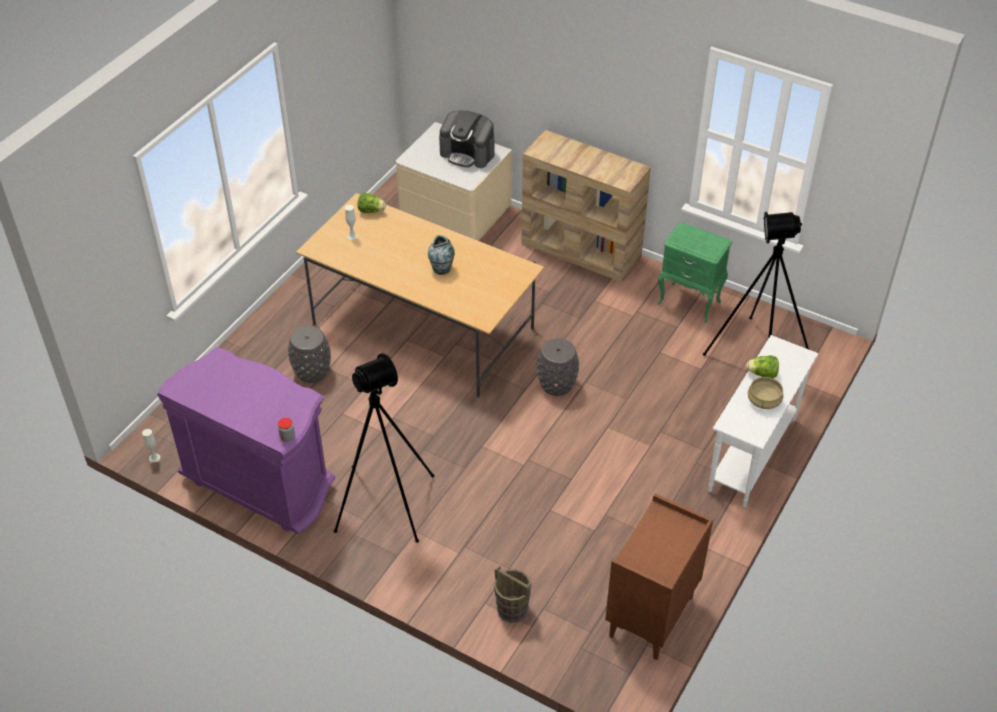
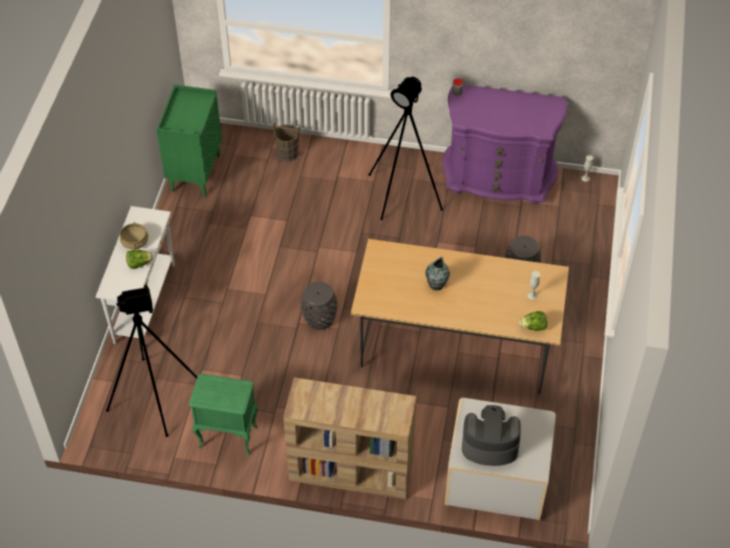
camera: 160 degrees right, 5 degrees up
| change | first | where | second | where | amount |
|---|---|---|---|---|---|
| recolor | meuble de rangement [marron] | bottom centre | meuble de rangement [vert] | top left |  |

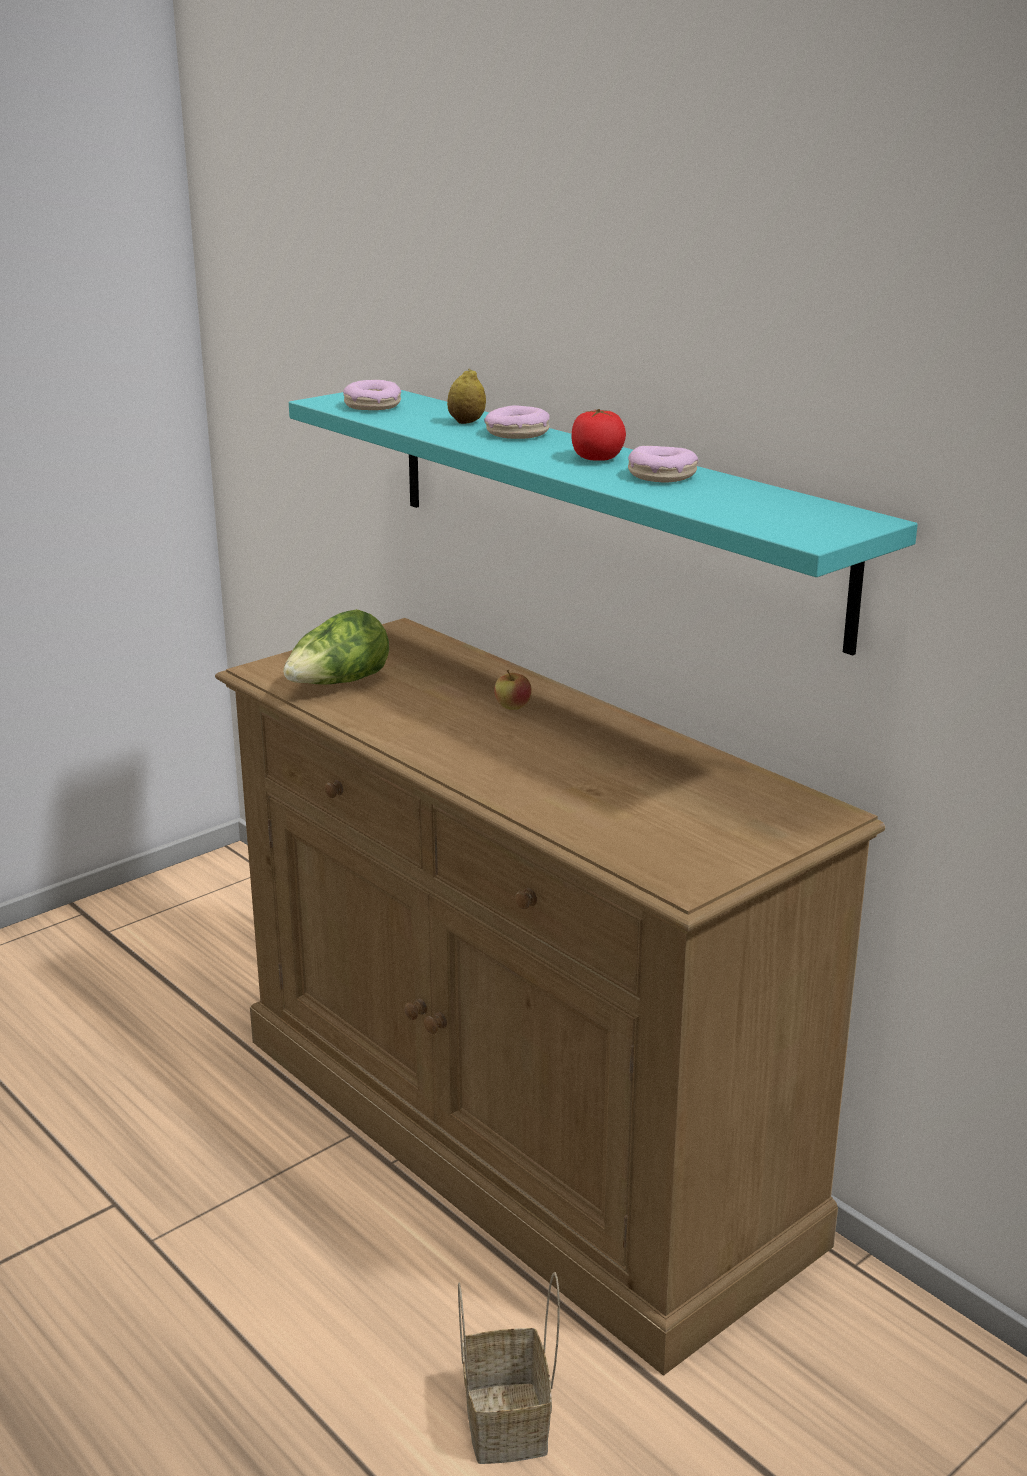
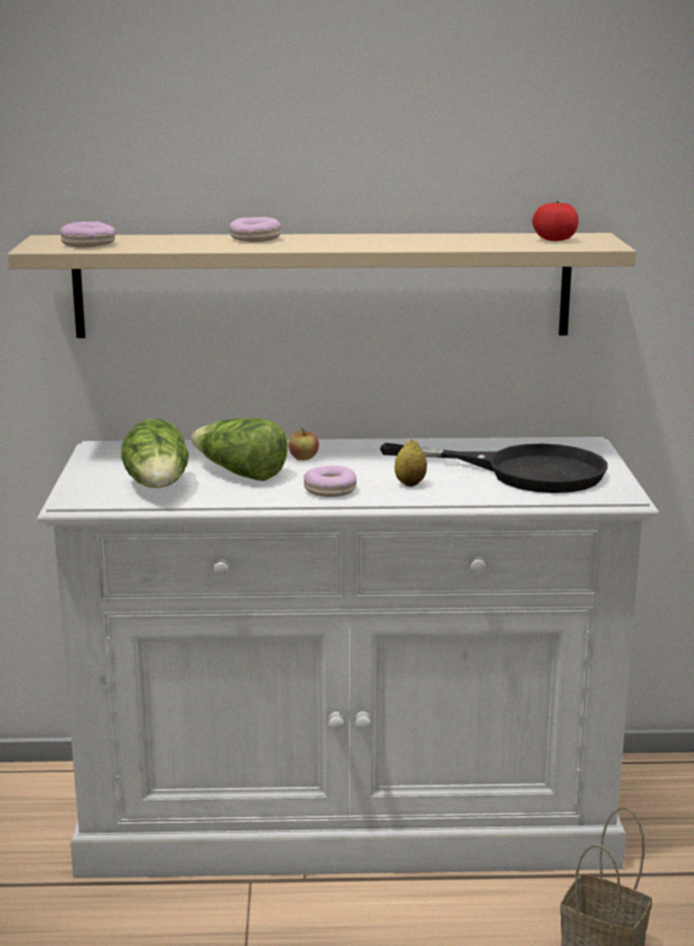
camera: 50 degrees left, 5 degrees down
| change | first | where | second | where | amount |
|---|---|---|---|---|---|
| recolor | meuble de rangement [marron] | bottom centre | meuble de rangement [blanc] | bottom centre |  |
| recolor | étagère [turquoise] | centre | étagère [beige] | top centre |  |
| move | citron | top centre |  | centre |  |
| move | tomate | top centre |  | top right |  |
| move | beignet (3rd from left) | top centre |  | centre |  |
| insert |  |  | laitue (2nd from left) | centre |  |
| insert |  |  | poêle [noir] | middle right |  |

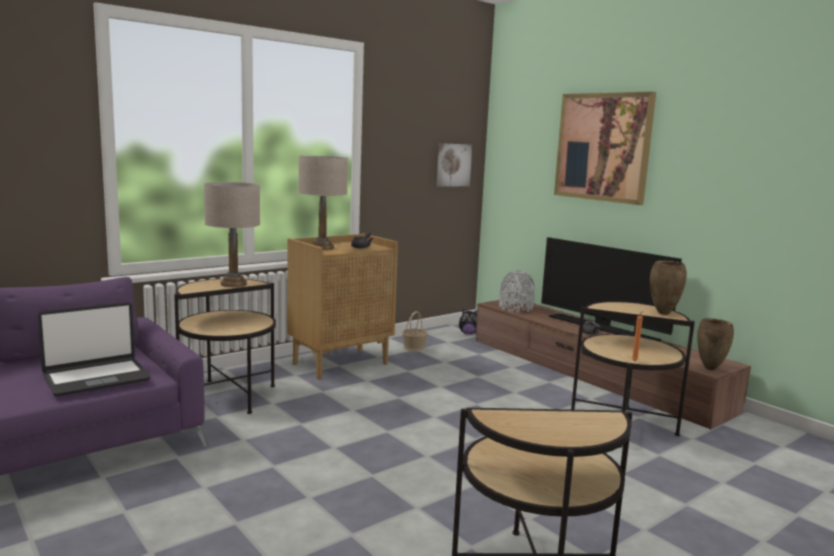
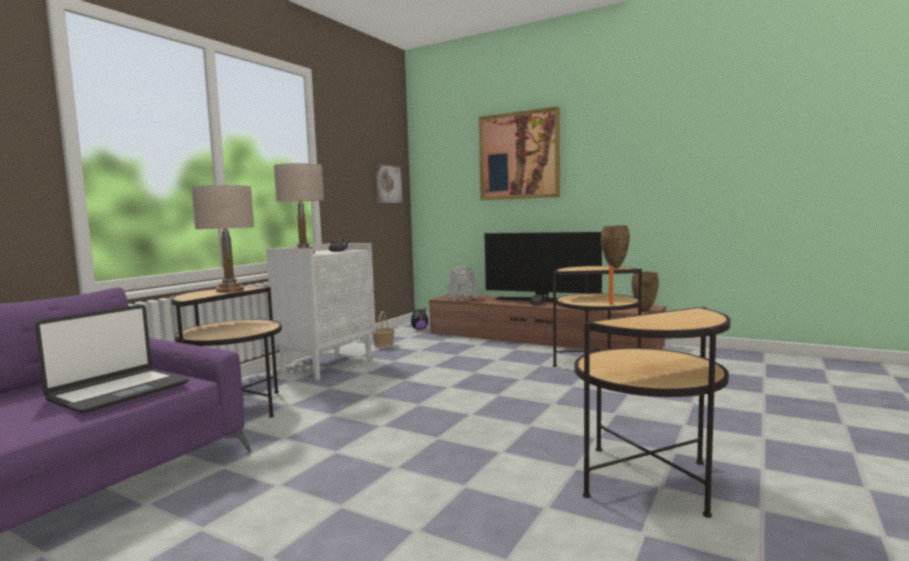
camera: 20 degrees left, 5 degrees down
| change | first | where | second | where | amount |
|---|---|---|---|---|---|
| recolor | meuble de rangement [marron] | centre | meuble de rangement [blanc] | centre |  |

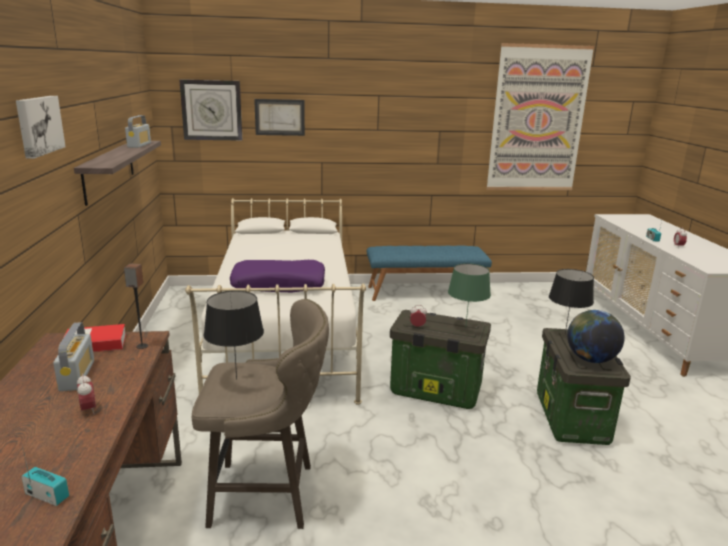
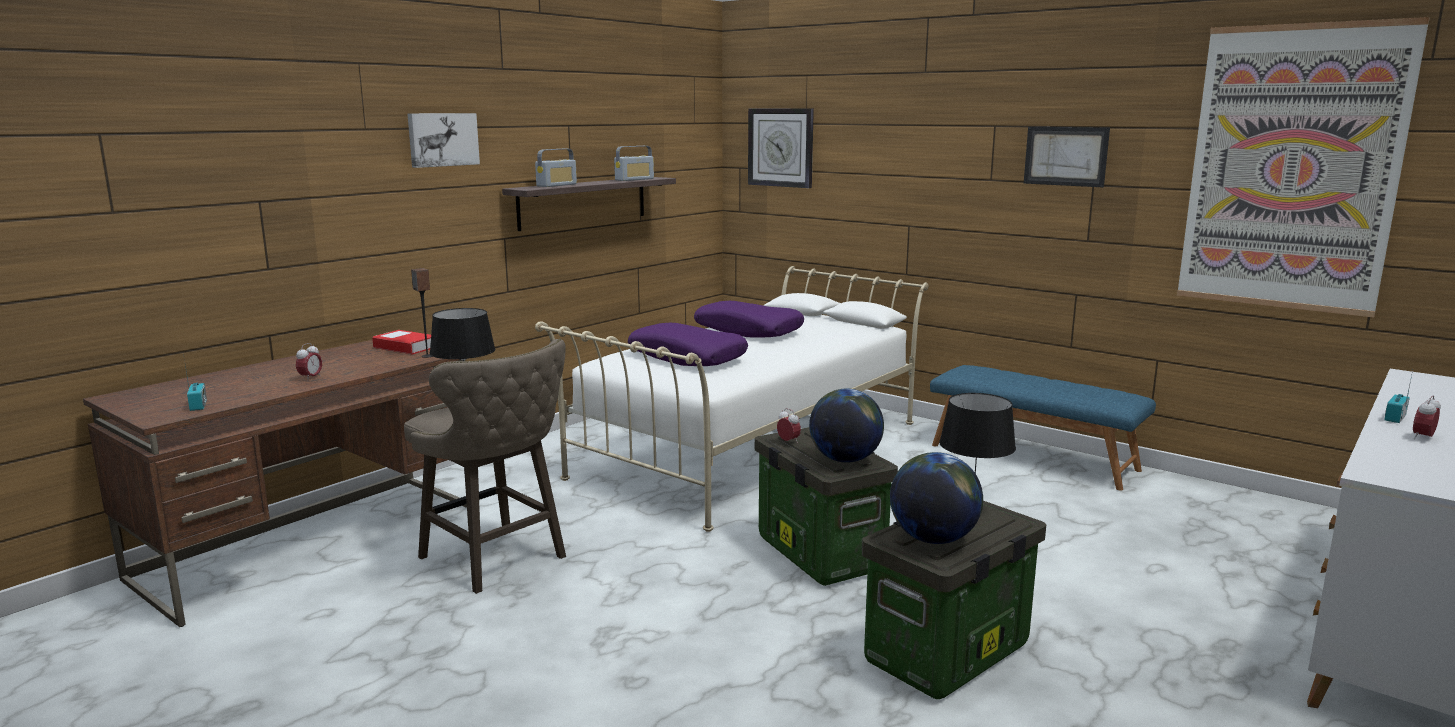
camera: 45 degrees right, 5 degrees down
| change | first | where | second | where | amount |
|---|---|---|---|---|---|
| move | radio (2nd from left) | middle left |  | top centre |  |
| move | tableau (2nd from left) | top centre |  | top right |  |
| replace | lampe de table [vert] | centre | globe (1st from left) | centre |  |
| insert |  |  | coussin [violet] (2nd from left) | centre |  |

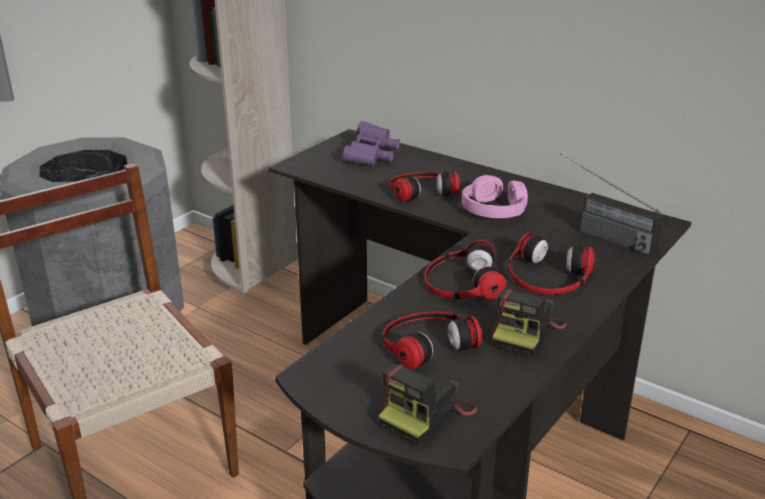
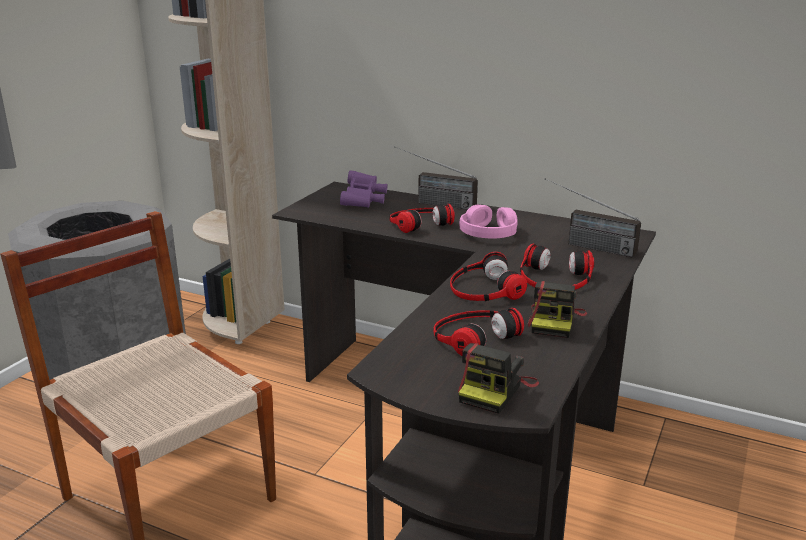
camera: 10 degrees left, 5 degrees down
| change | first | where | second | where | amount |
|---|---|---|---|---|---|
| insert |  |  | radio (1st from left) | top centre |  |

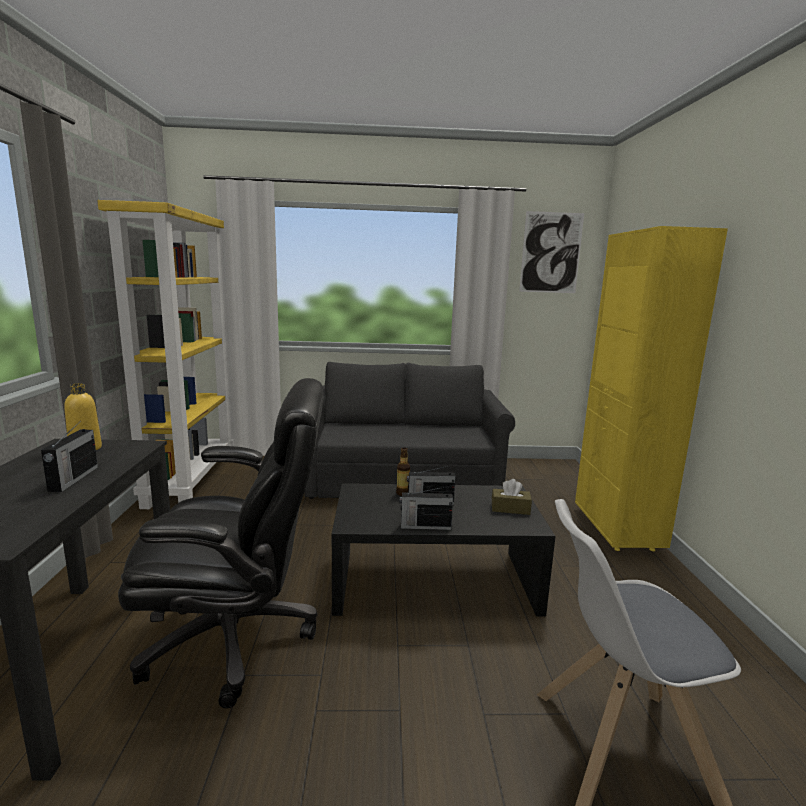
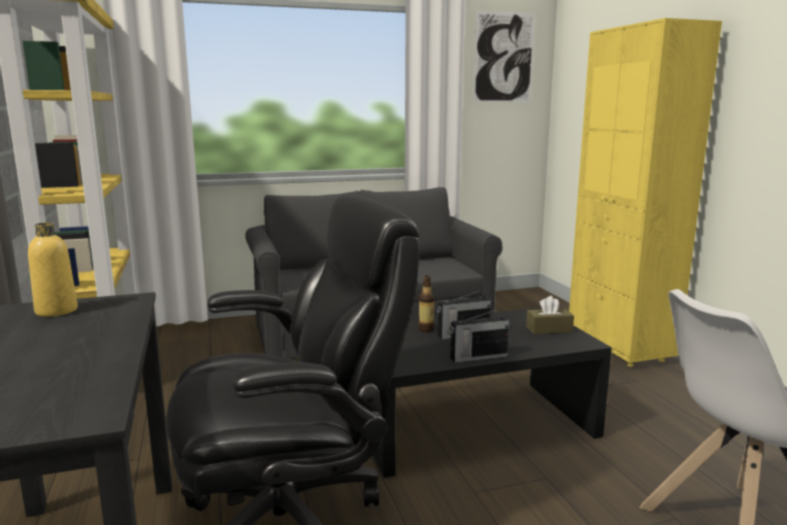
camera: 15 degrees left, 0 degrees up
| change | first | where | second | where | amount |
|---|---|---|---|---|---|
| delete | radio (1st from left) | middle left |  |  |  |

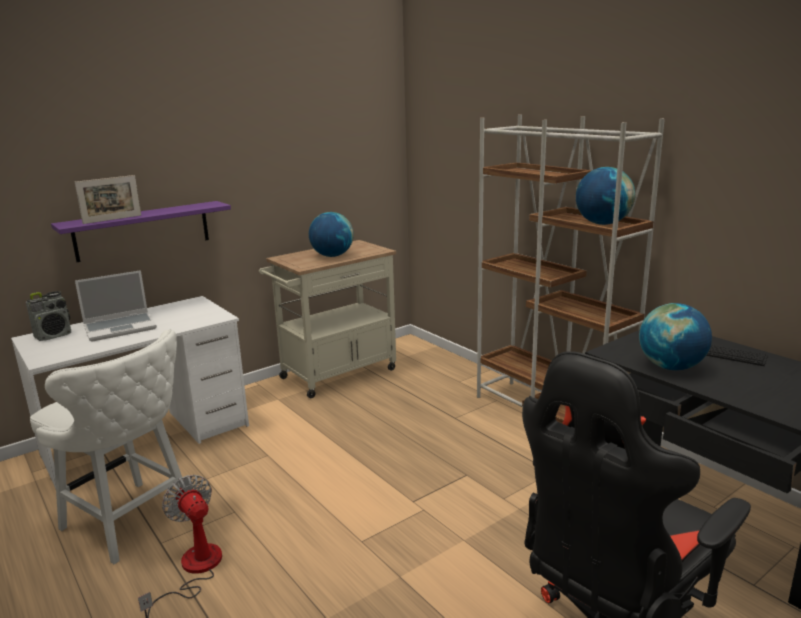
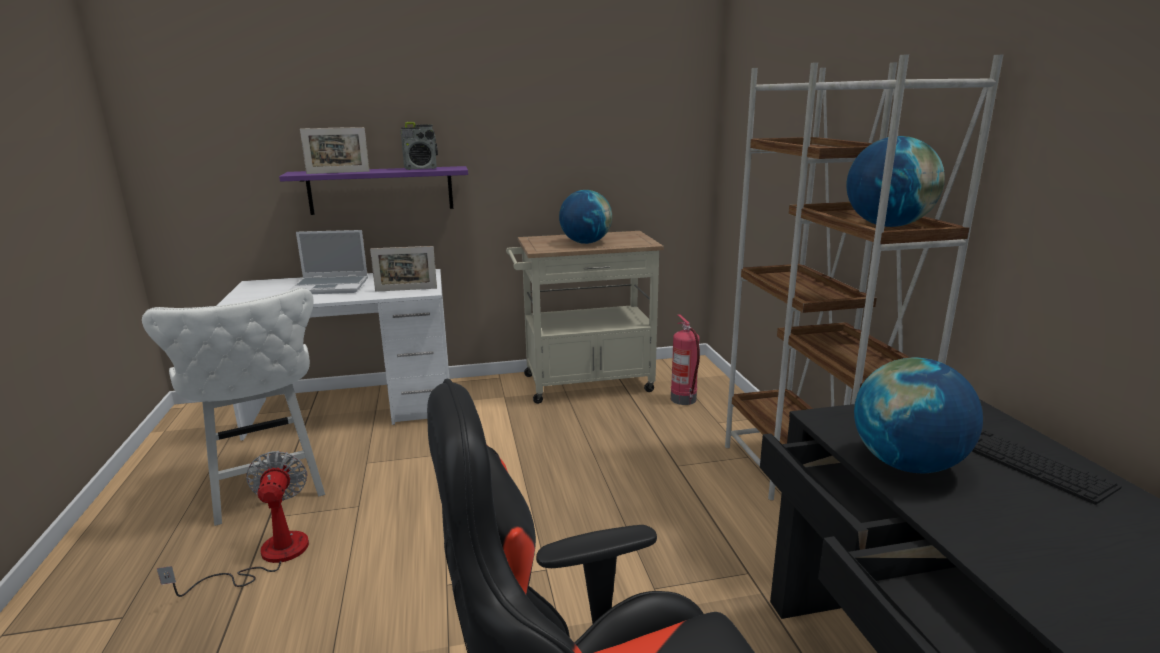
camera: 25 degrees right, 0 degrees up
| change | first | where | second | where | amount |
|---|---|---|---|---|---|
| move | radio | middle left |  | top centre |  |
| insert |  |  | cadre photo (2nd from left) | centre |  |
| insert |  |  | extincteur | centre |  |

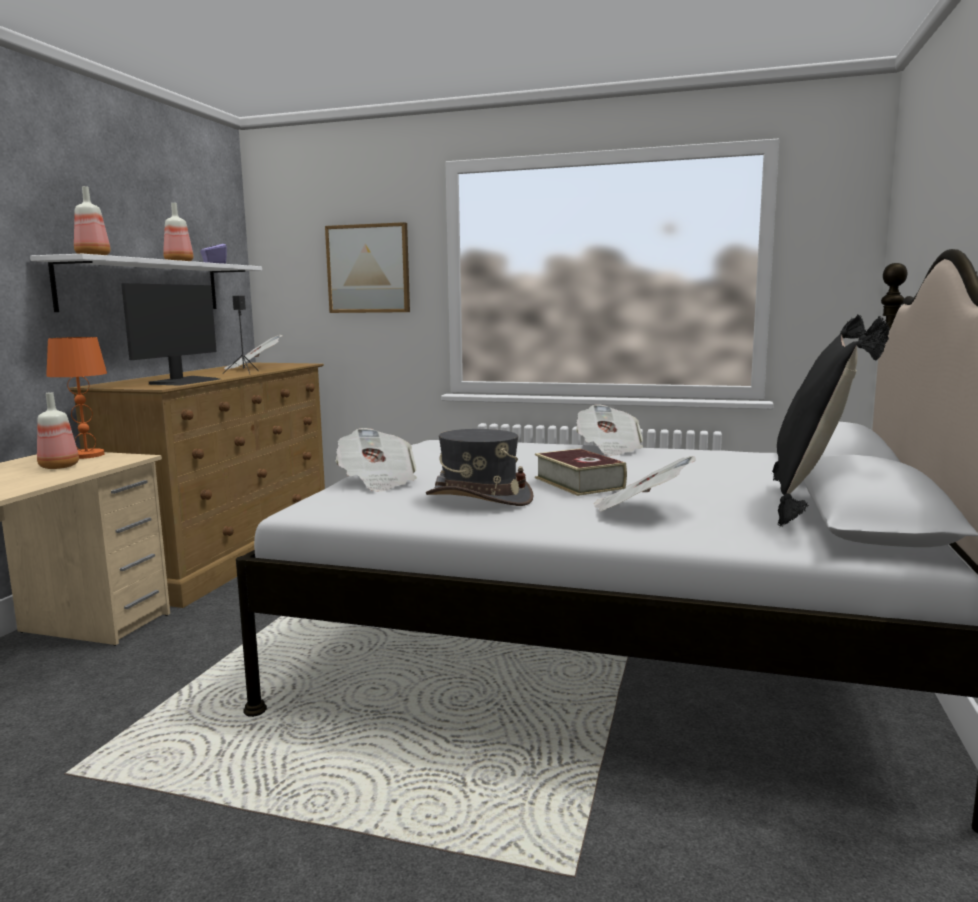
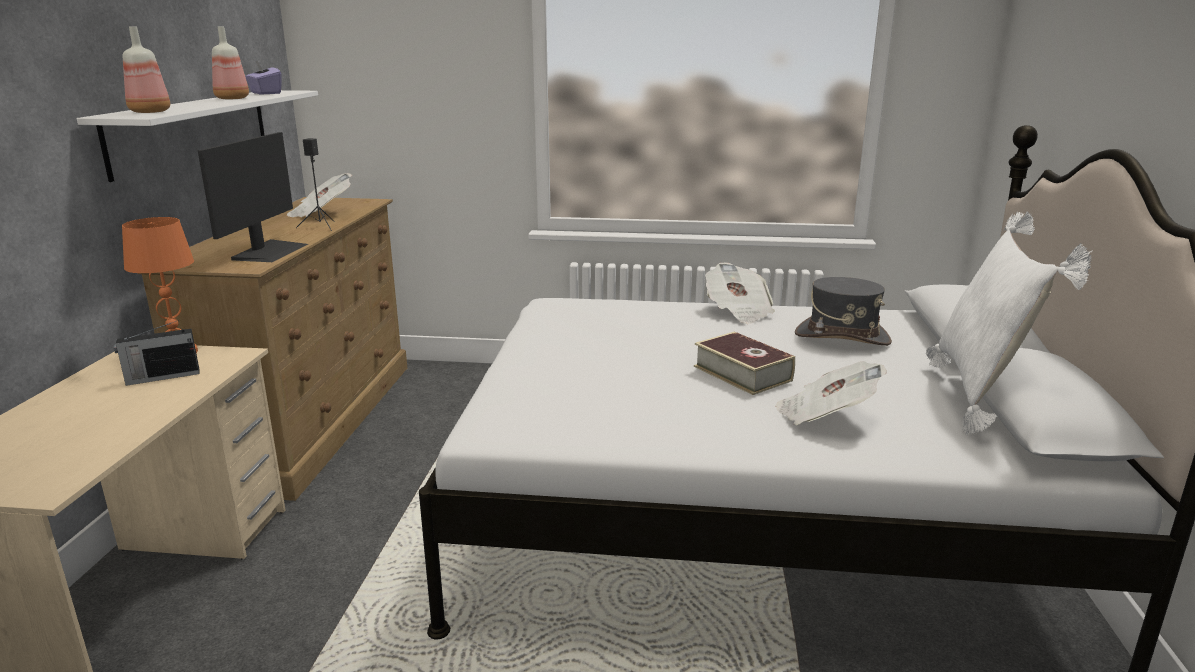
camera: 10 degrees left, 10 degrees up
| change | first | where | second | where | amount |
|---|---|---|---|---|---|
| replace | bouteille (1st from left) | middle left | radio | middle left |  |
| delete | tableau | top centre |  |  |  |
| delete | journal (2nd from left) | centre |  |  |  |
| move | chapeau [gris] | centre |  | middle right |  |
| recolor | coussin [noir] | middle right | coussin [blanc] | middle right |  |

